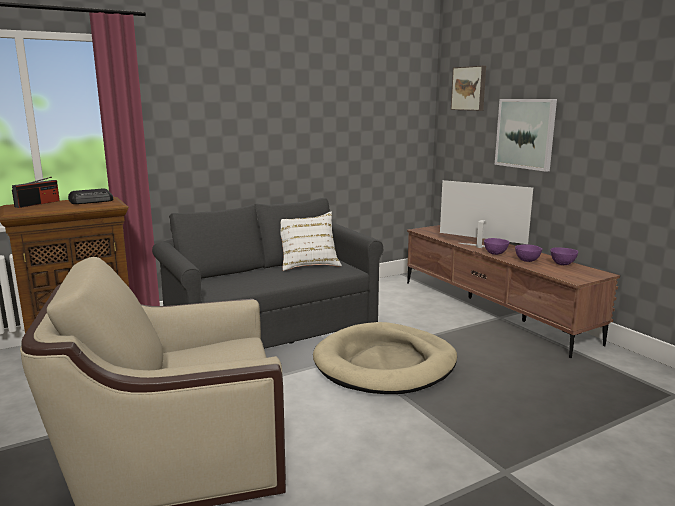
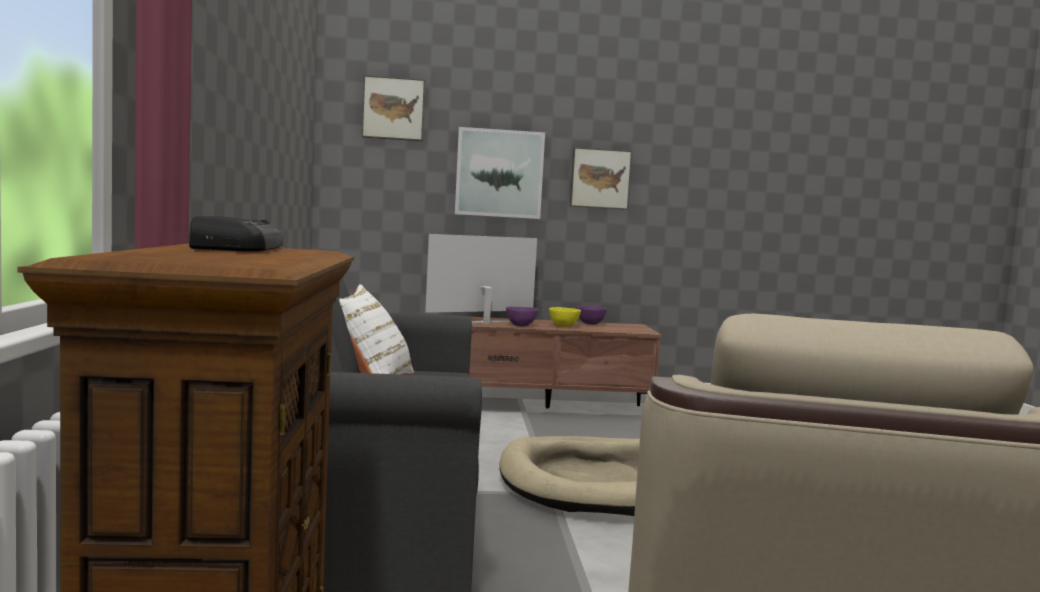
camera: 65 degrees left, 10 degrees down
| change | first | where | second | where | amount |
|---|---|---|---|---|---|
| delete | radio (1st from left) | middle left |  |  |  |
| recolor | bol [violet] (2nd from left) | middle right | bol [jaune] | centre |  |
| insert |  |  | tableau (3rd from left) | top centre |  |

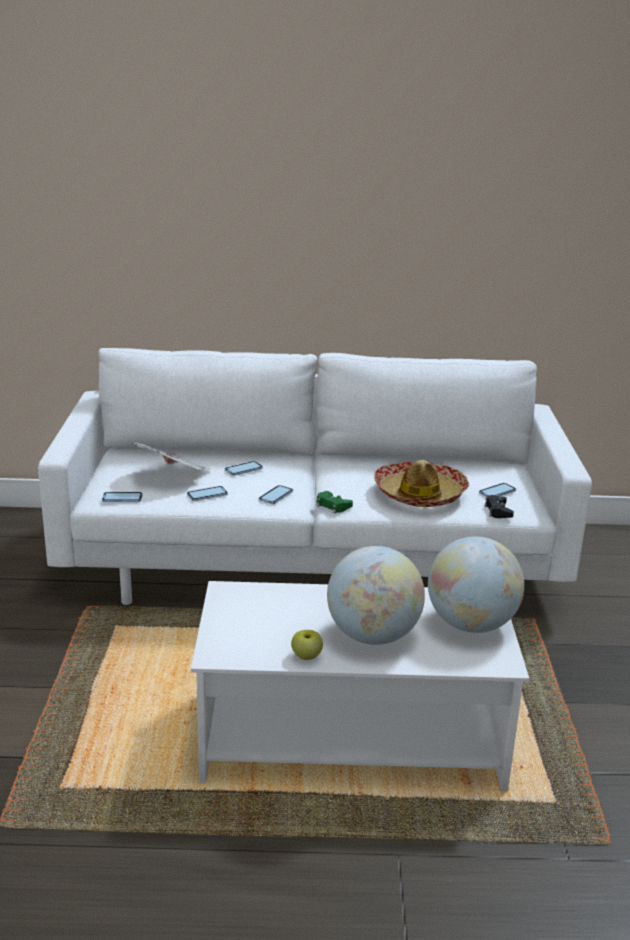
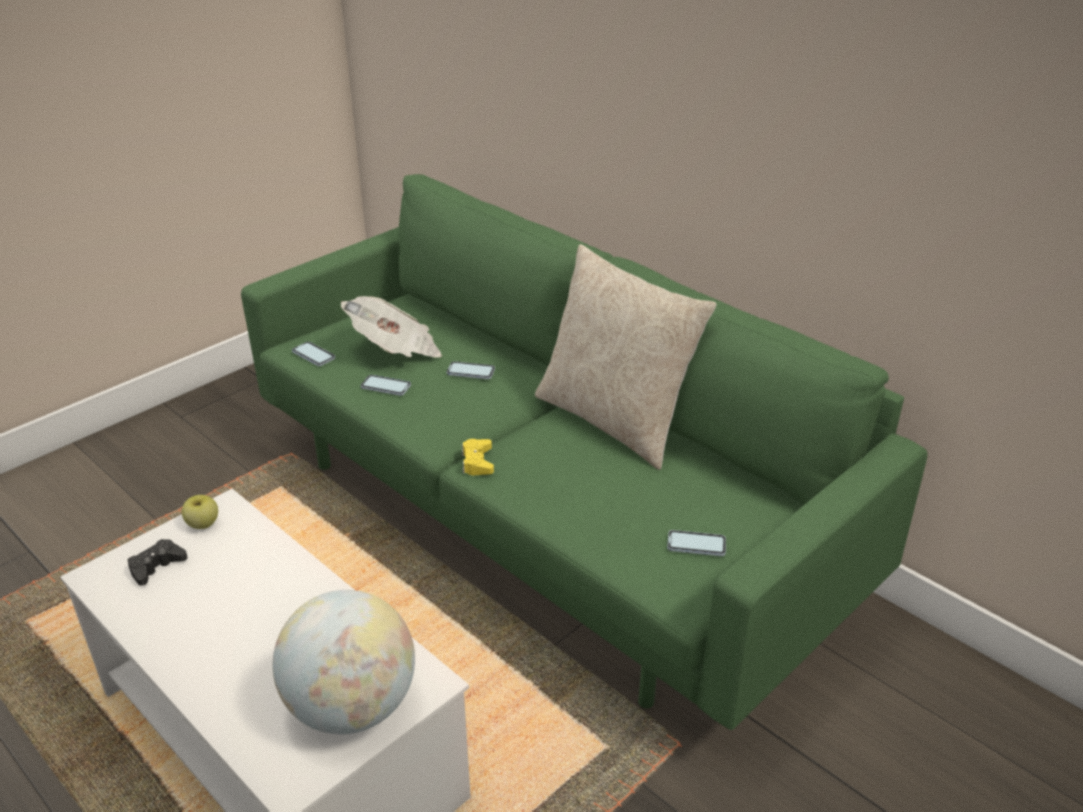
camera: 45 degrees right, 10 degrees up
| change | first | where | second | where | amount |
|---|---|---|---|---|---|
| recolor | canapé [blanc] | centre | canapé [vert] | centre |  |
| delete | téléphone (4th from left) | centre |  |  |  |
| move | pomme | bottom centre |  | middle left |  |
| recolor | manette [vert] | centre | manette [jaune] | centre |  |
| delete | globe (1st from left) | centre |  |  |  |
| delete | chapeau | middle right |  |  |  |
| move | manette [noir] | middle right |  | bottom left |  |
| insert |  |  | coussin [beige] | centre |  |

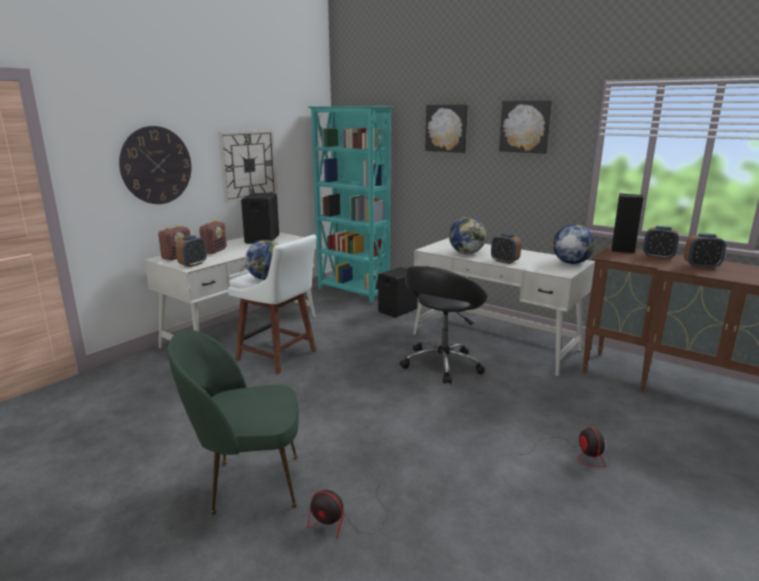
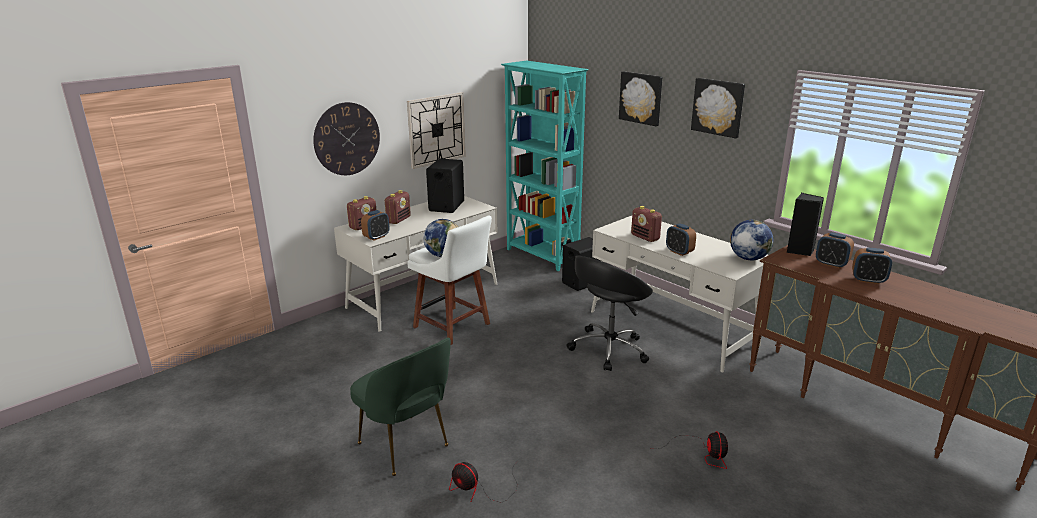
camera: 10 degrees right, 5 degrees up
| change | first | where | second | where | amount |
|---|---|---|---|---|---|
| rotate | chaise [vert] | bottom left |  | bottom centre | 135 degrees counterclockwise |
| replace | globe (2nd from left) | centre | radio (3rd from left) | centre |  |

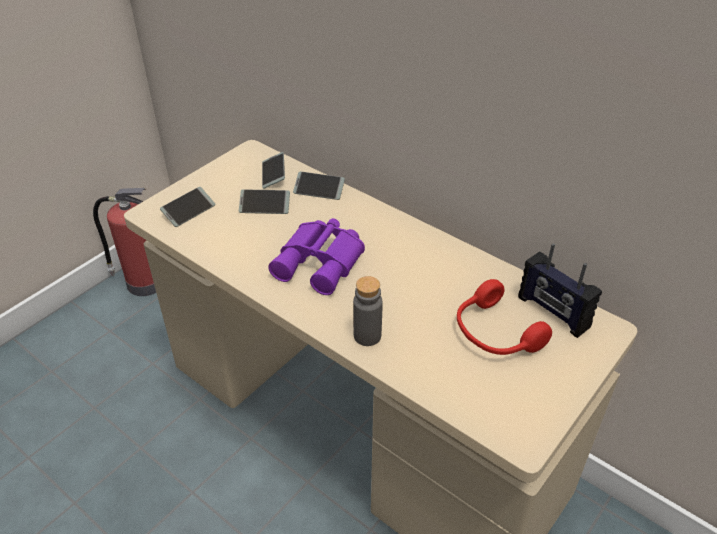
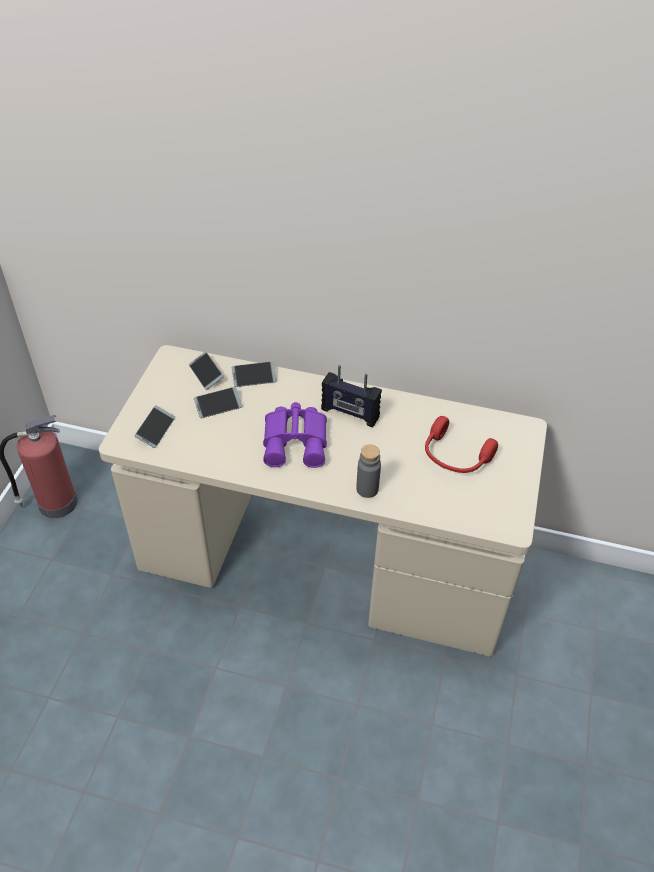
camera: 25 degrees left, 5 degrees up
| change | first | where | second | where | amount |
|---|---|---|---|---|---|
| move | radio | middle right |  | centre |  |

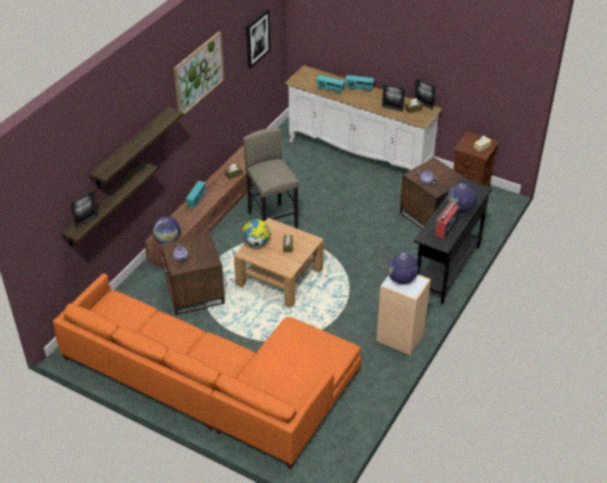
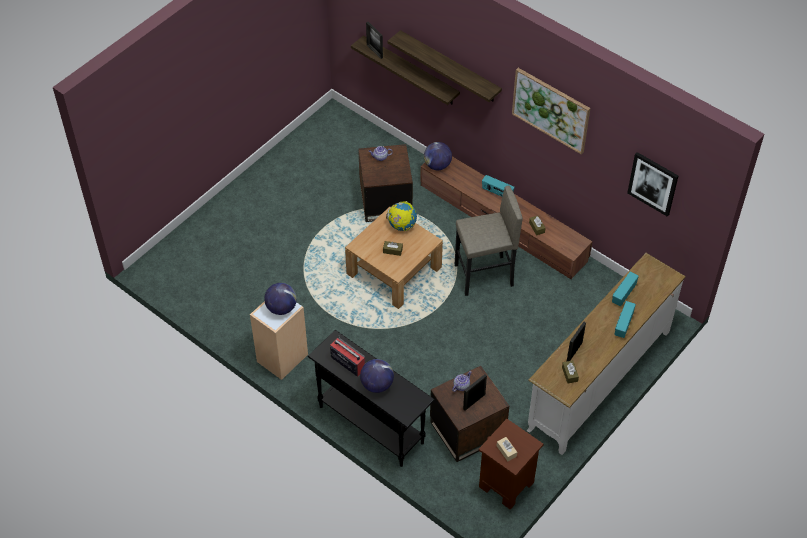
camera: 100 degrees right, 10 degrees up
| change | first | where | second | where | amount |
|---|---|---|---|---|---|
| delete | canapé [orange] | bottom centre |  |  |  |
| move | cadre photo (3rd from left in the first image) | top right | cadre photo (2nd from left) | bottom centre |  |

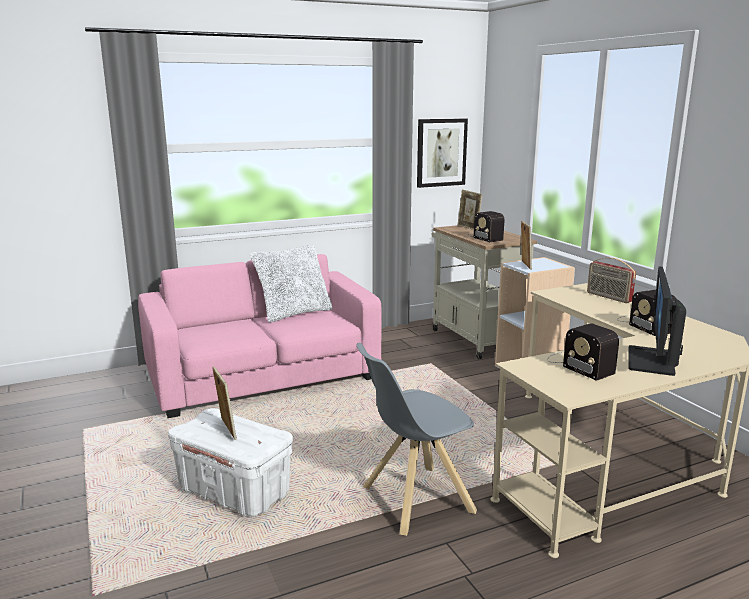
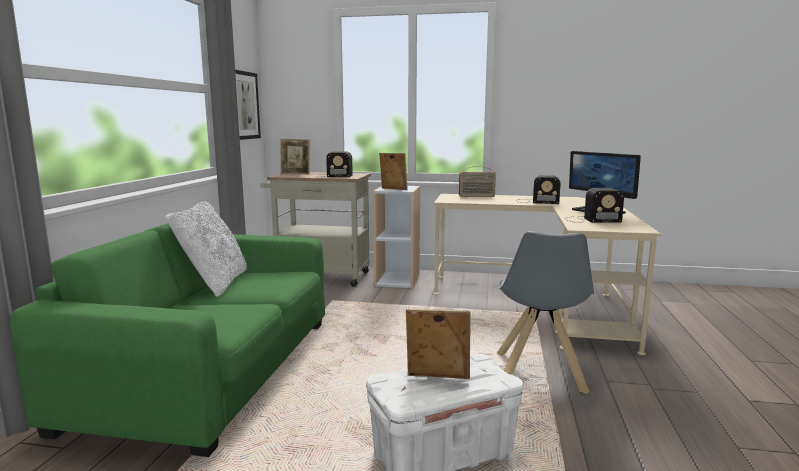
camera: 55 degrees left, 5 degrees down
| change | first | where | second | where | amount |
|---|---|---|---|---|---|
| recolor | canapé [rose] | centre | canapé [vert] | bottom left |  |

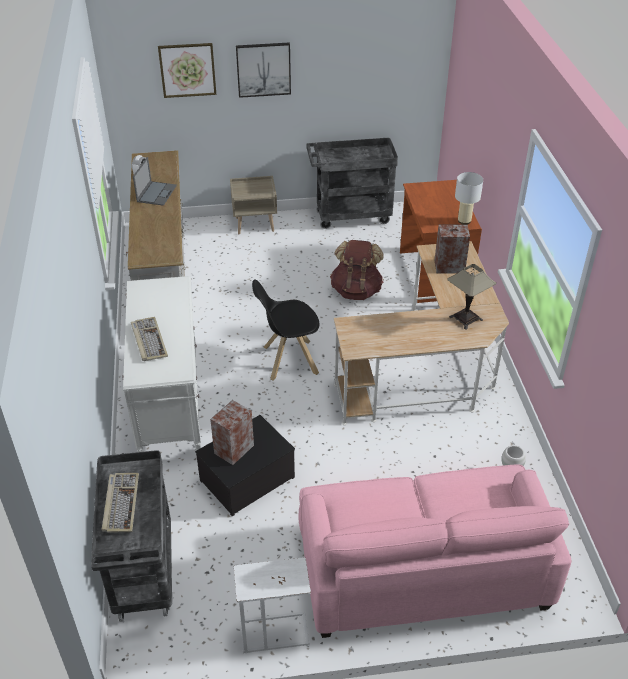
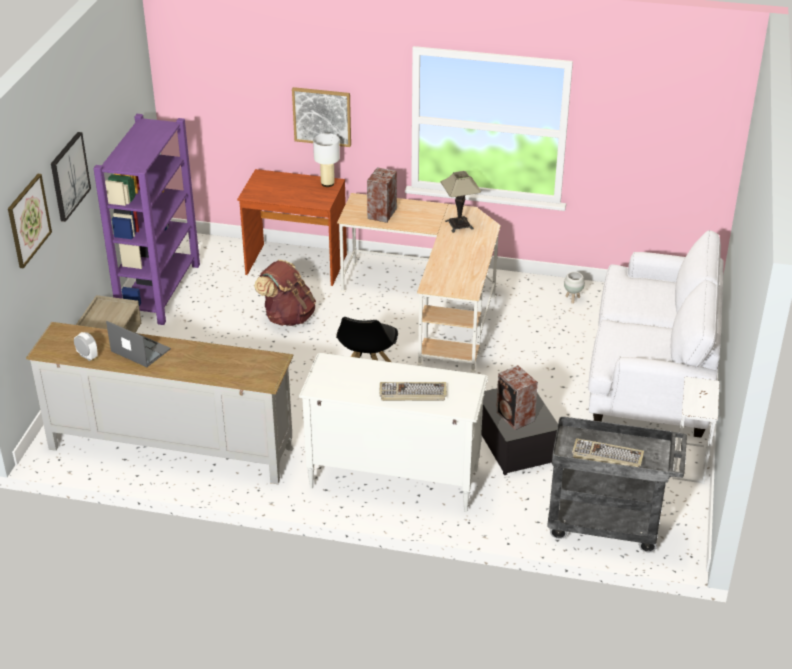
camera: 70 degrees left, 5 degrees down
| change | first | where | second | where | amount |
|---|---|---|---|---|---|
| recolor | canapé [rose] | bottom right | canapé [blanc] | middle right |  |
| replace | chariot [noir] (2nd from left) | top centre | bibliothèque [violet] | top left |  |
| insert |  |  | tableau (3rd from left) | top centre |  |

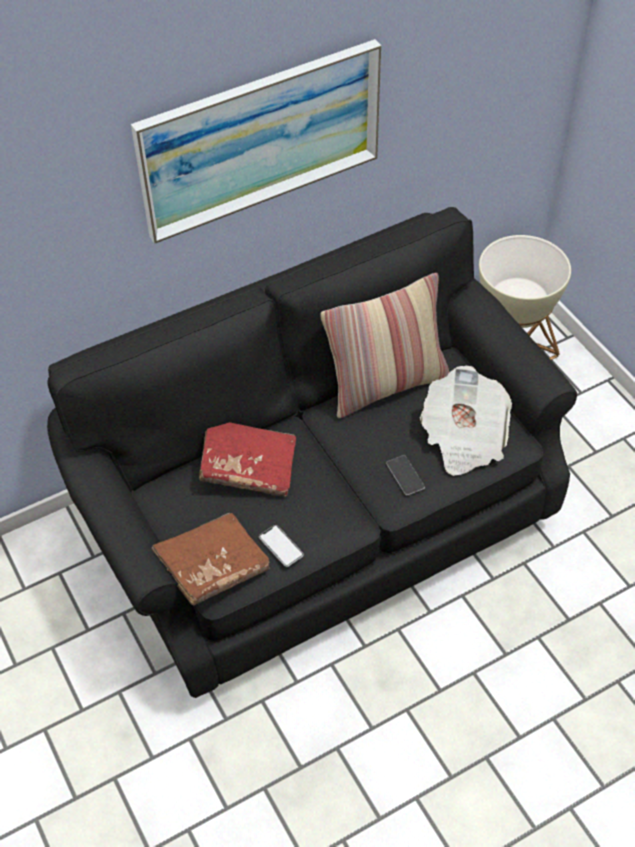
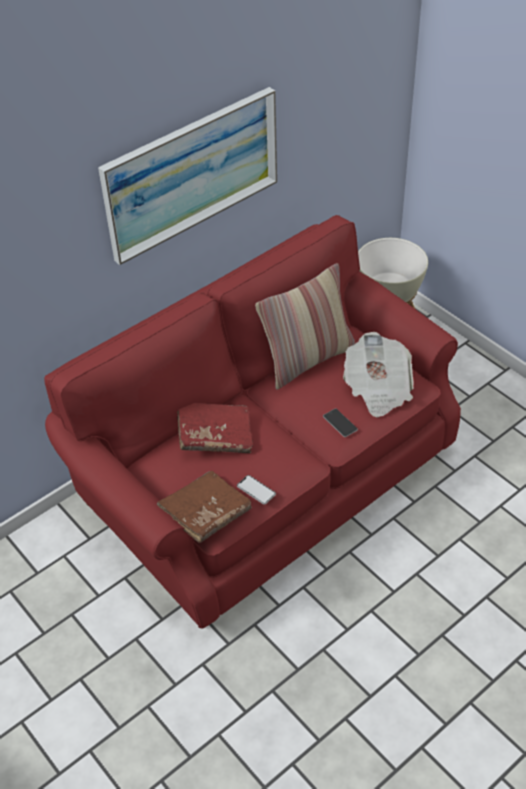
camera: 10 degrees left, 5 degrees down
| change | first | where | second | where | amount |
|---|---|---|---|---|---|
| recolor | canapé [noir] | centre | canapé [rouge] | centre |  |

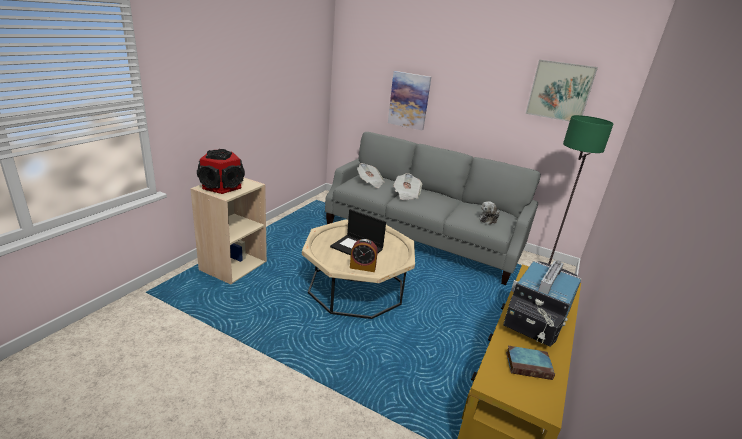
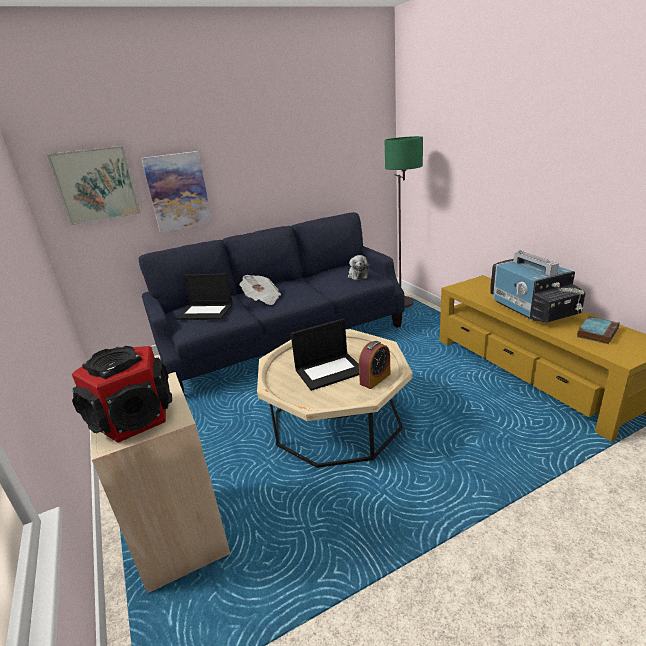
camera: 50 degrees left, 0 degrees up
| change | first | where | second | where | amount |
|---|---|---|---|---|---|
| recolor | canapé [gris] | centre | canapé [bleu] | centre |  |
| replace | journal (1st from left) | centre | ordinateur portable (1st from left) | middle left |  |
| move | tableau (2nd from left in the first image) | top right | tableau (1st from left) | top left |  |

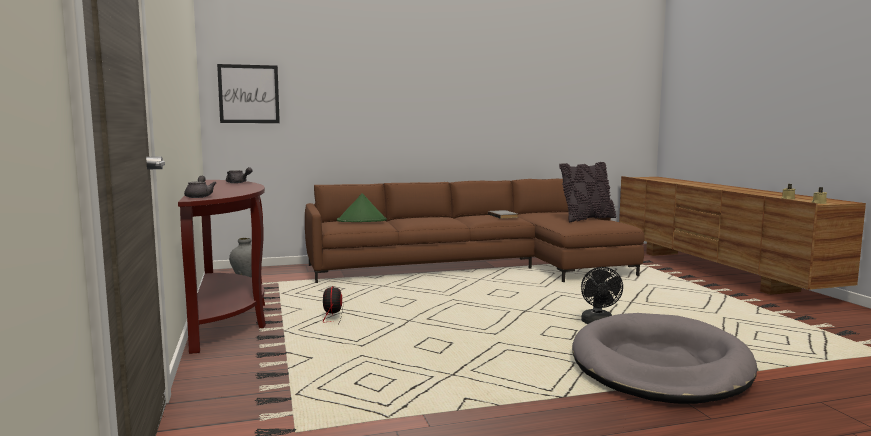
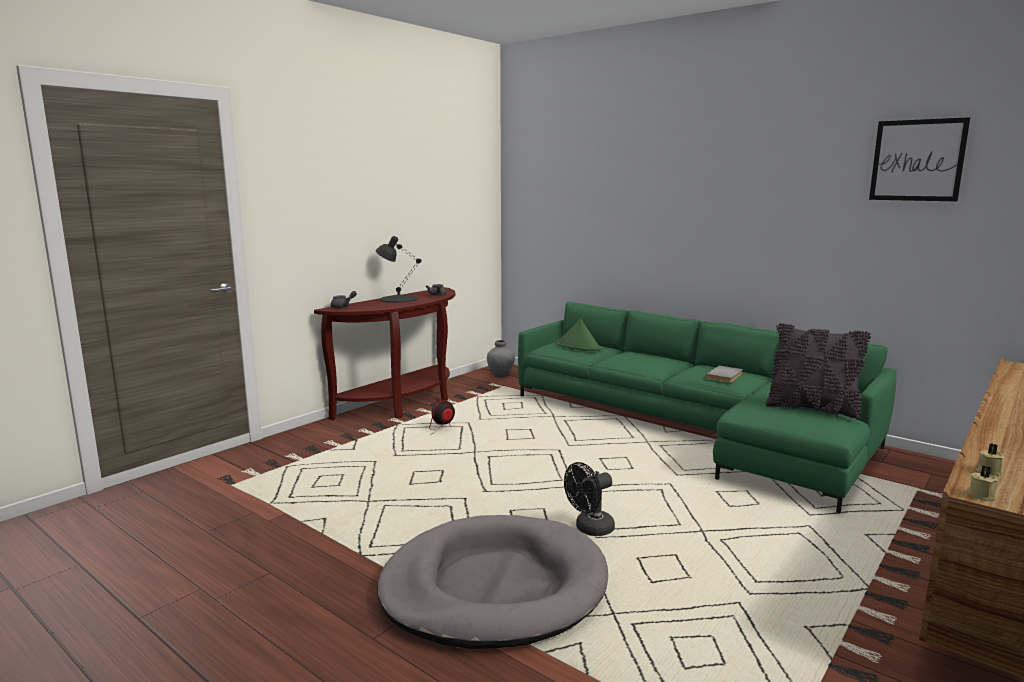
camera: 55 degrees right, 5 degrees up
| change | first | where | second | where | amount |
|---|---|---|---|---|---|
| move | tableau | top left |  | top right |  |
| recolor | canapé [marron] | centre | canapé [vert] | middle right |  |
| insert |  |  | lampe de table [noir] | centre |  |

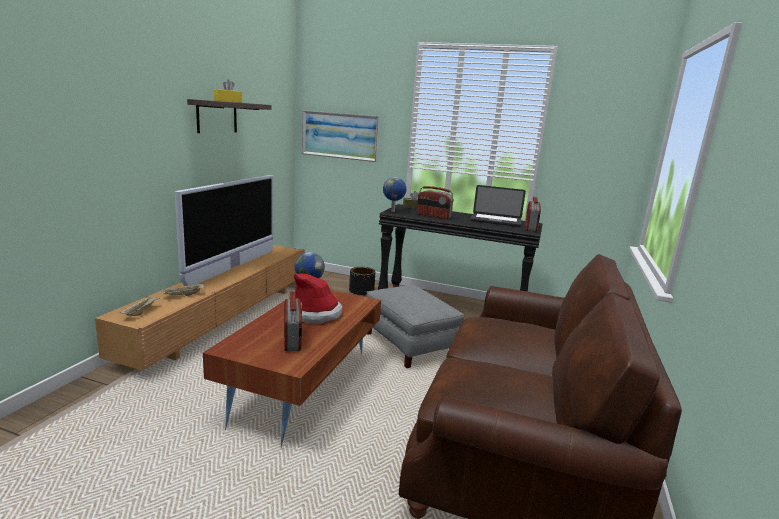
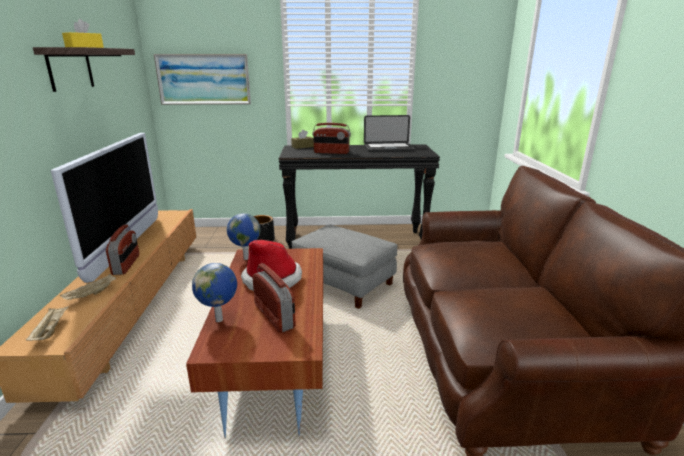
camera: 20 degrees left, 5 degrees up
| change | first | where | second | where | amount |
|---|---|---|---|---|---|
| move | globe (2nd from left in the first image) | centre | globe (1st from left) | middle left |  |
| move | radio (3rd from left in the first image) | middle right | radio (1st from left) | middle left |  |

